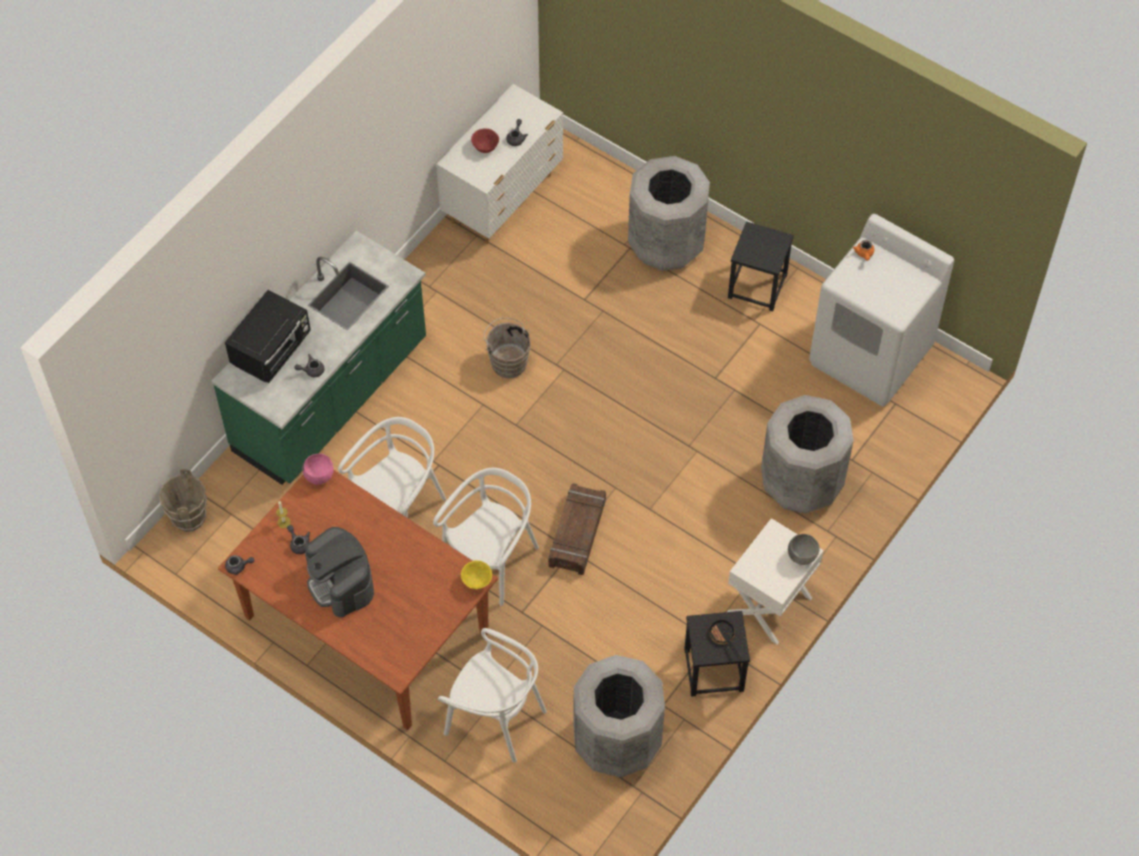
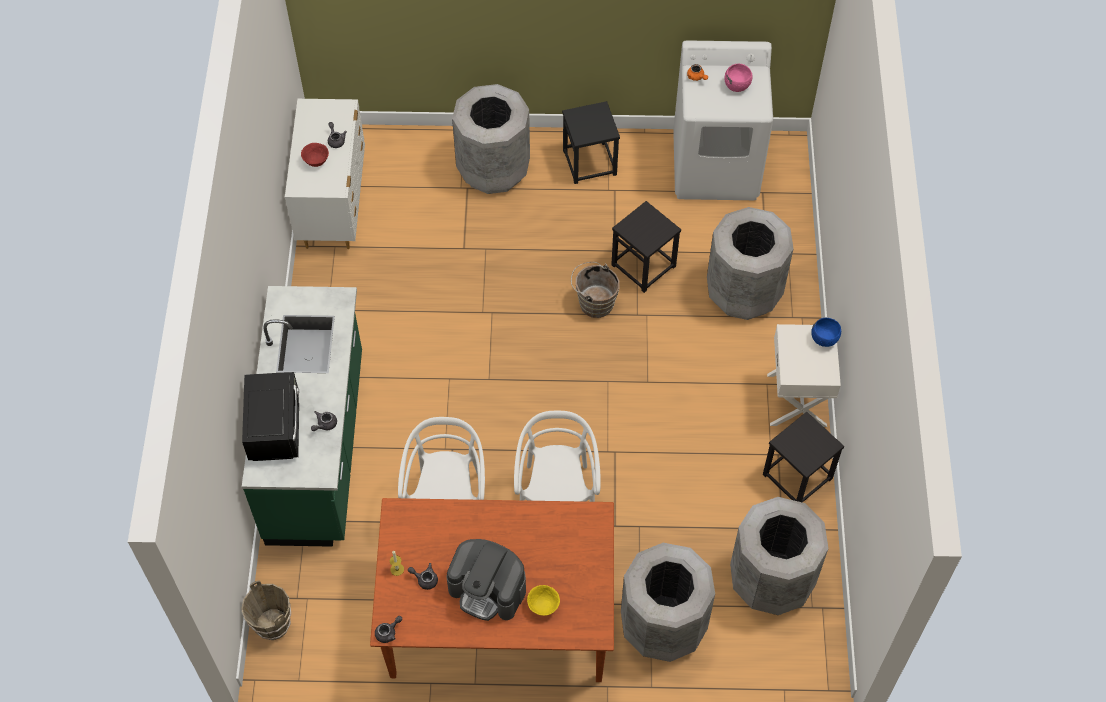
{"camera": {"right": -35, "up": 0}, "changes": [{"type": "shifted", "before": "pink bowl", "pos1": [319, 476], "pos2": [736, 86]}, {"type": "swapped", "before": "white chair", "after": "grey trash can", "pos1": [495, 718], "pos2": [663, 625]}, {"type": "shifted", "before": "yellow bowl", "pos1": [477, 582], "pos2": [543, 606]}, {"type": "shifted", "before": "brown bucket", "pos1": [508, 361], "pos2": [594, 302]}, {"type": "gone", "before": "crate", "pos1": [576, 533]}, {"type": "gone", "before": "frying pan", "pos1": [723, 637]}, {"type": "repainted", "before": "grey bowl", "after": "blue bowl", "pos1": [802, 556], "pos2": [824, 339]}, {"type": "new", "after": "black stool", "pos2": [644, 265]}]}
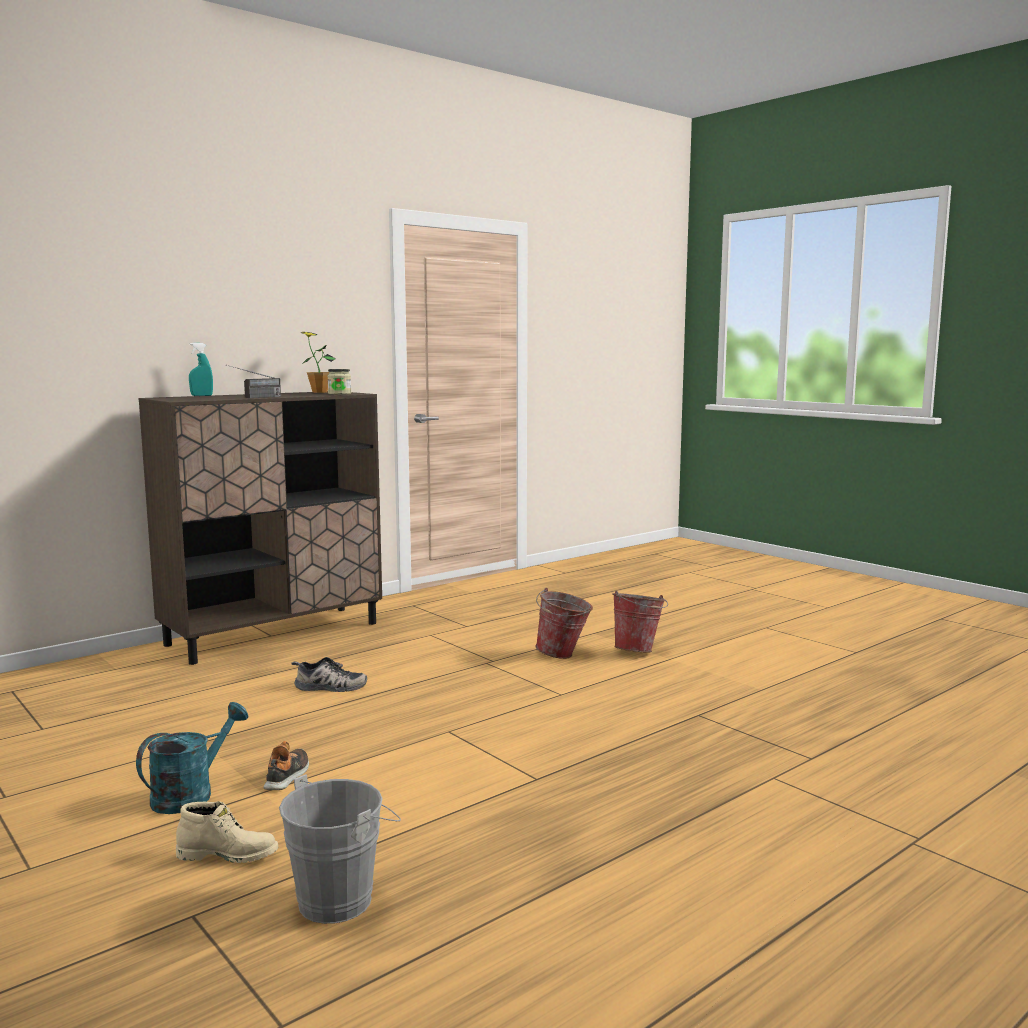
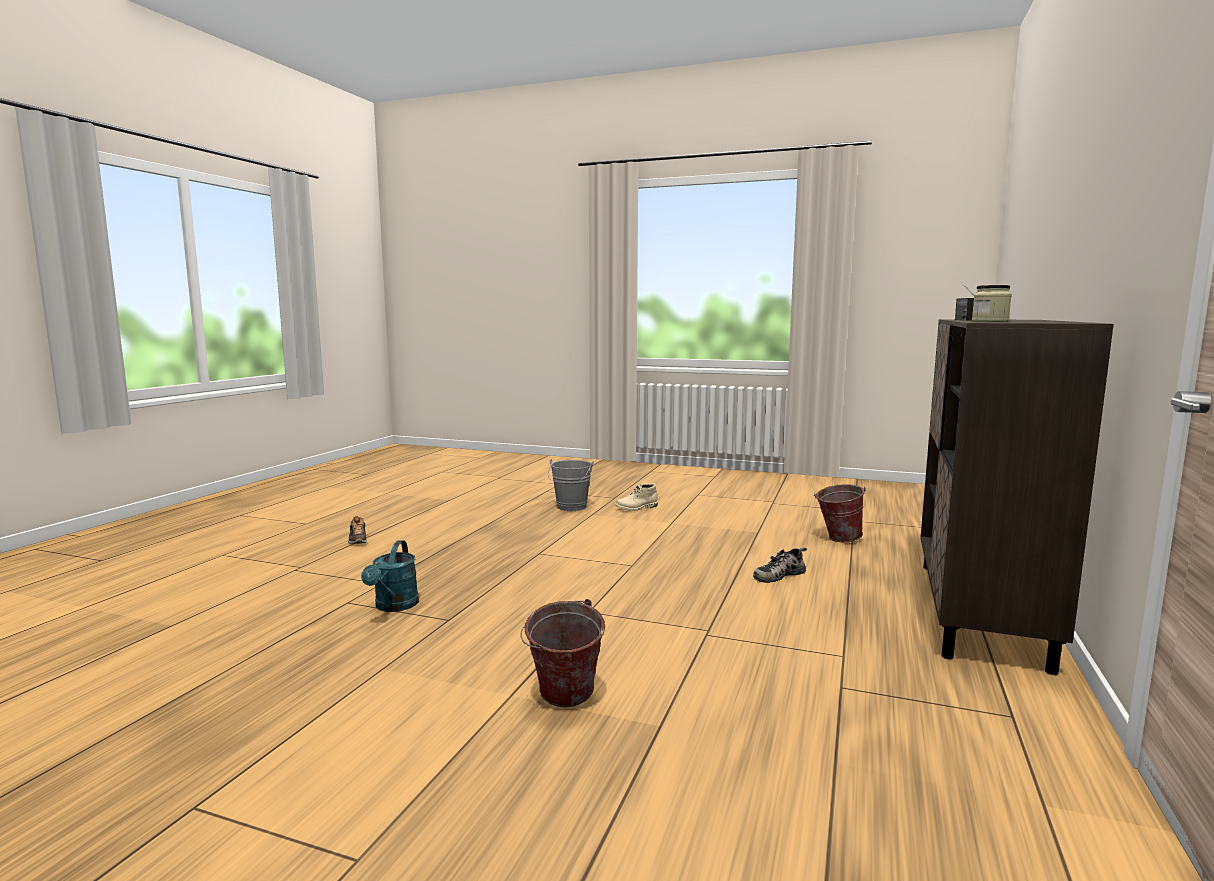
{"camera": {"right": 150, "up": 0}, "changes": [{"type": "shifted", "before": "turquoise watering can", "pos1": [191, 794], "pos2": [394, 606]}, {"type": "gone", "before": "turquoise spray bottle", "pos1": [201, 396]}, {"type": "shifted", "before": "shoe", "pos1": [288, 776], "pos2": [357, 539]}, {"type": "gone", "before": "potted plant", "pos1": [319, 392]}, {"type": "shifted", "before": "bucket", "pos1": [563, 655], "pos2": [837, 539]}]}
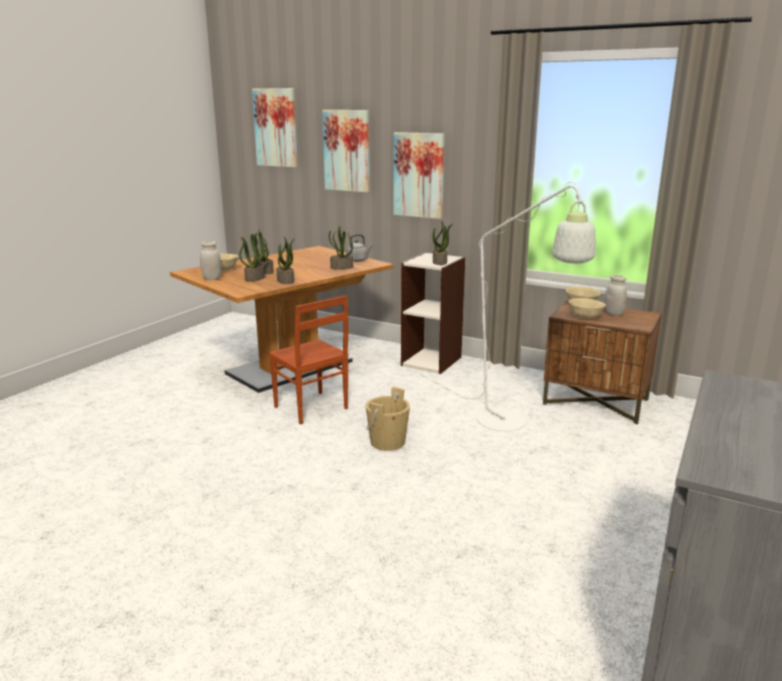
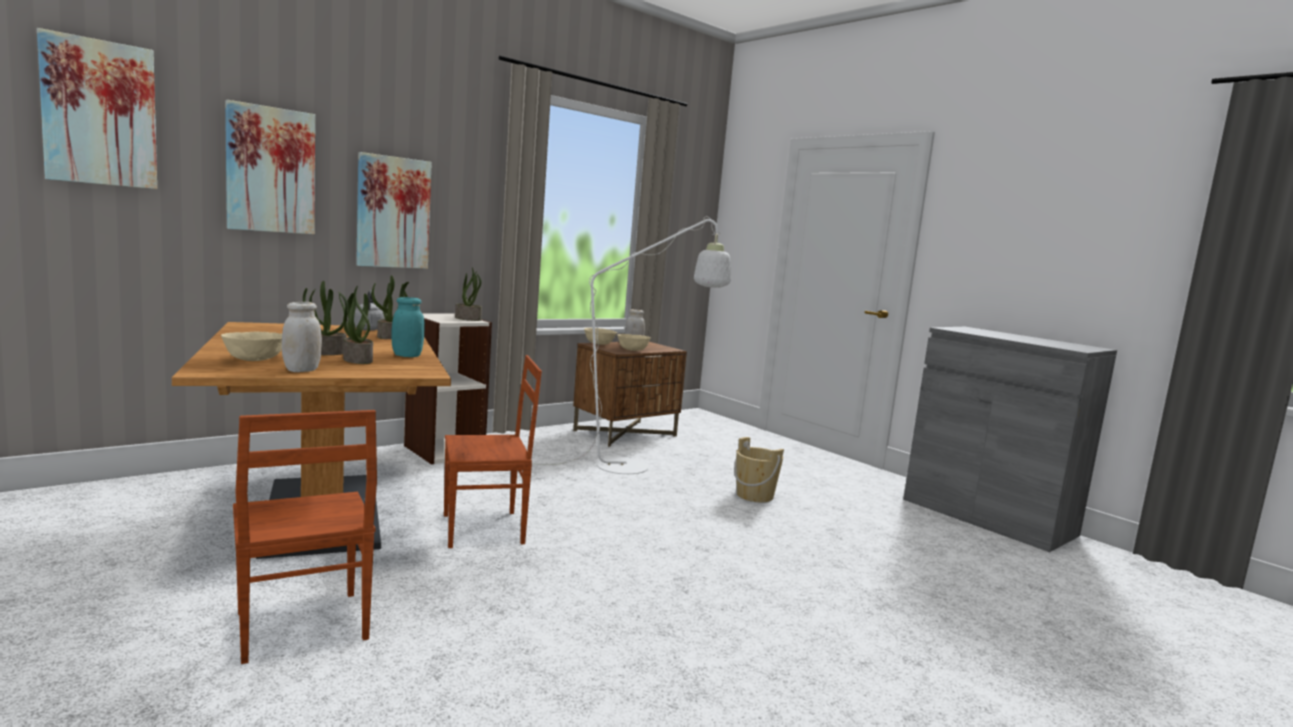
{"camera": {"right": -70, "up": -10}, "changes": [{"type": "swapped", "before": "potted plant", "after": "turquoise jar", "pos1": [286, 281], "pos2": [407, 356]}, {"type": "shifted", "before": "beige bucket", "pos1": [387, 442], "pos2": [754, 495]}, {"type": "new", "after": "brown chair", "pos2": [300, 627]}]}
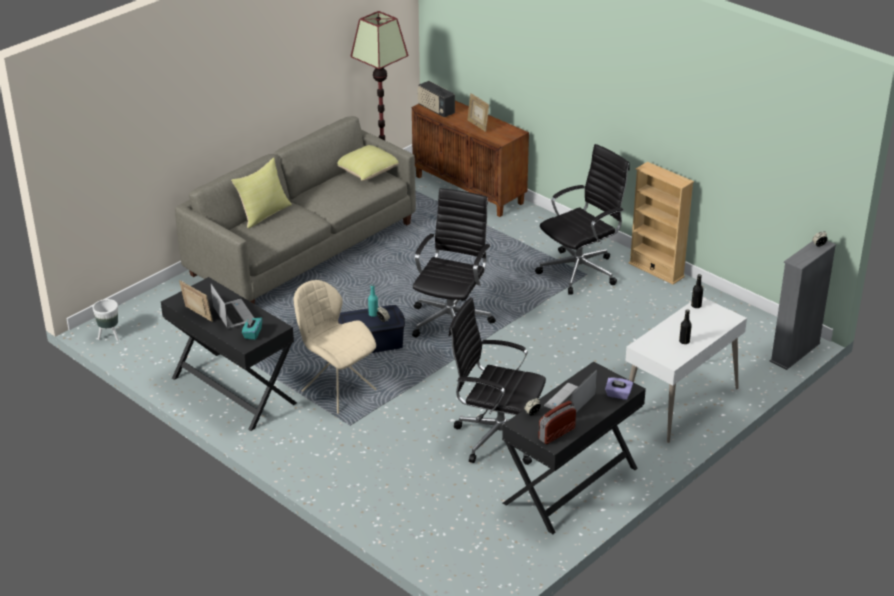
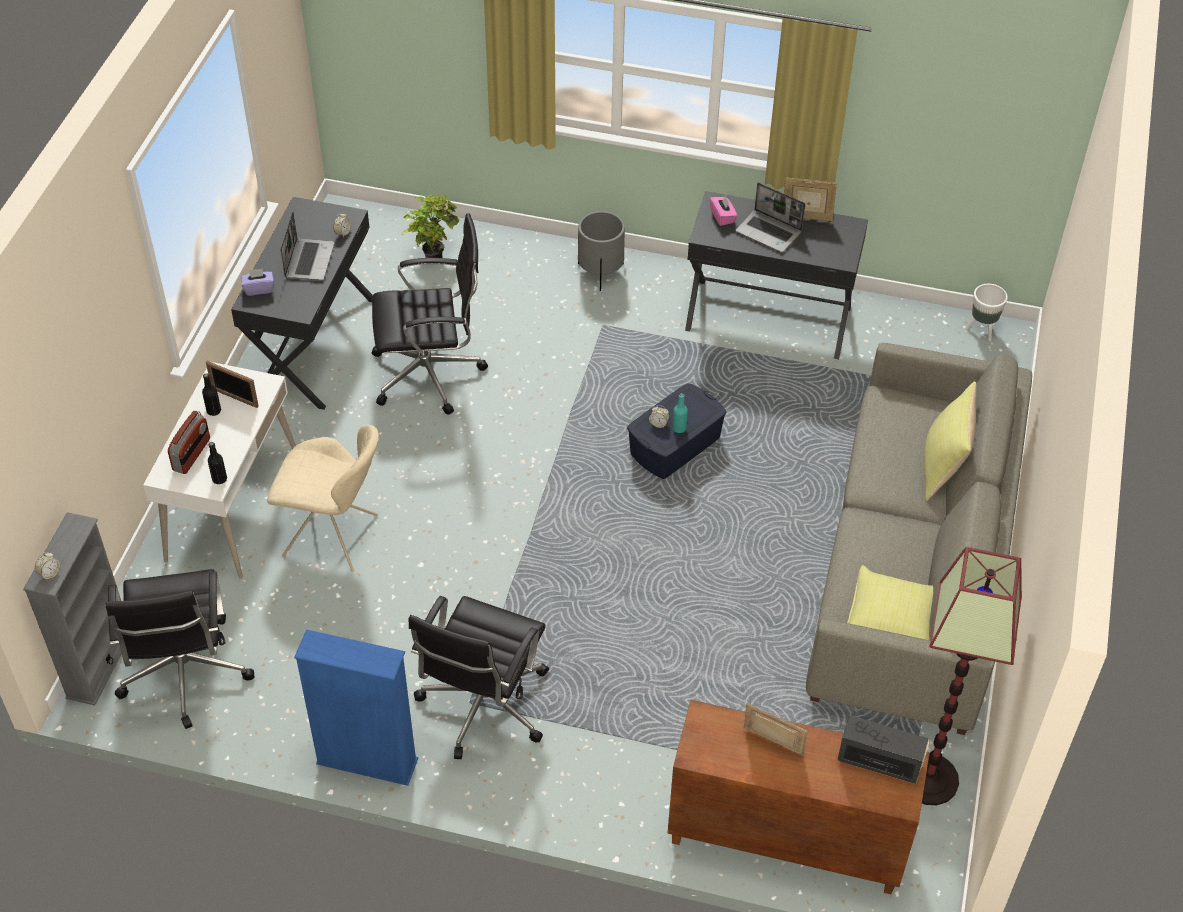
{"camera": {"right": 150, "up": 15}, "changes": [{"type": "repainted", "before": "turquoise tissue box", "after": "pink tissue box", "pos1": [252, 334], "pos2": [722, 217]}, {"type": "shifted", "before": "beige chair", "pos1": [337, 389], "pos2": [334, 536]}, {"type": "shifted", "before": "black office chair", "pos1": [451, 320], "pos2": [184, 674]}, {"type": "shifted", "before": "radio", "pos1": [556, 434], "pos2": [192, 455]}, {"type": "repainted", "before": "beige bookcase", "after": "blue bookcase", "pos1": [656, 270], "pos2": [367, 762]}, {"type": "new", "after": "picture frame", "pos2": [234, 398]}, {"type": "new", "after": "potted plant", "pos2": [433, 255]}, {"type": "new", "after": "grey planter", "pos2": [600, 272]}]}
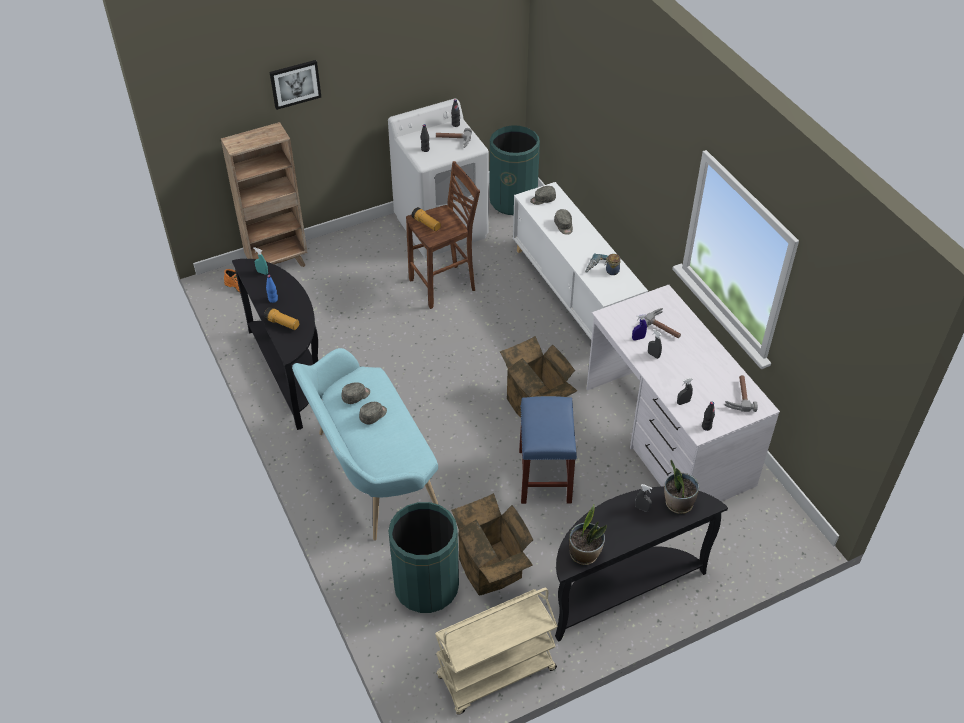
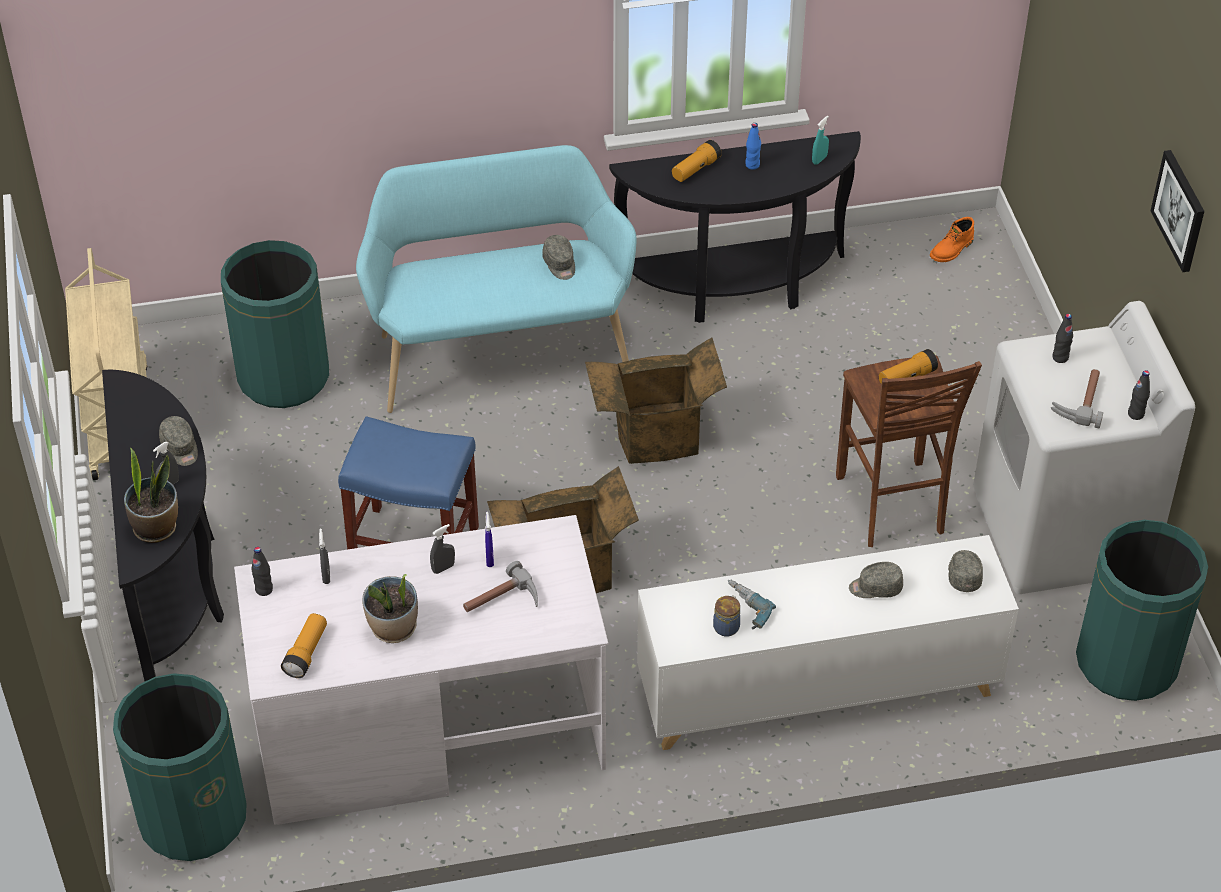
{"camera": {"right": 105, "up": 0}, "changes": [{"type": "gone", "before": "brown bookcase", "pos1": [278, 264]}, {"type": "shifted", "before": "picture", "pos1": [295, 83], "pos2": [1180, 210]}, {"type": "shifted", "before": "grey cap", "pos1": [373, 415], "pos2": [180, 448]}, {"type": "shifted", "before": "cardboard box", "pos1": [493, 568], "pos2": [656, 437]}, {"type": "shifted", "before": "potted plant", "pos1": [584, 554], "pos2": [393, 628]}, {"type": "swapped", "before": "hammer", "after": "flashlight", "pos1": [738, 396], "pos2": [306, 652]}, {"type": "new", "after": "green trash can", "pos2": [193, 817]}]}
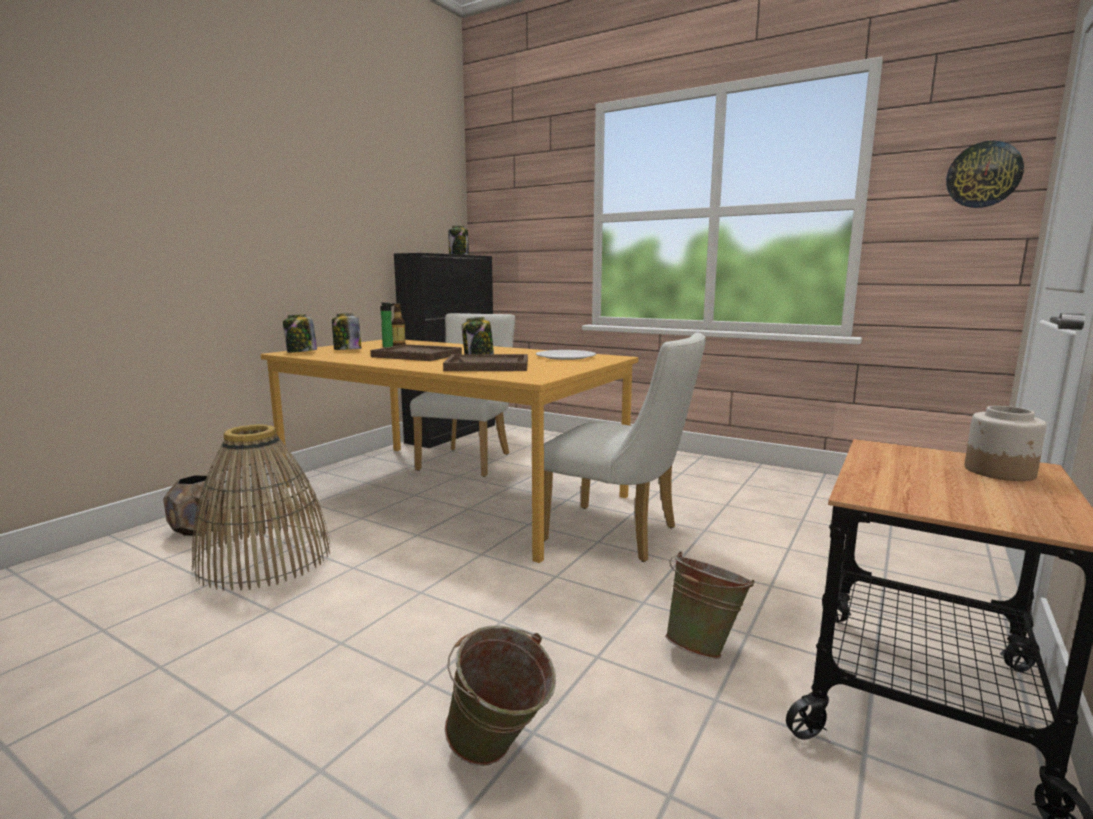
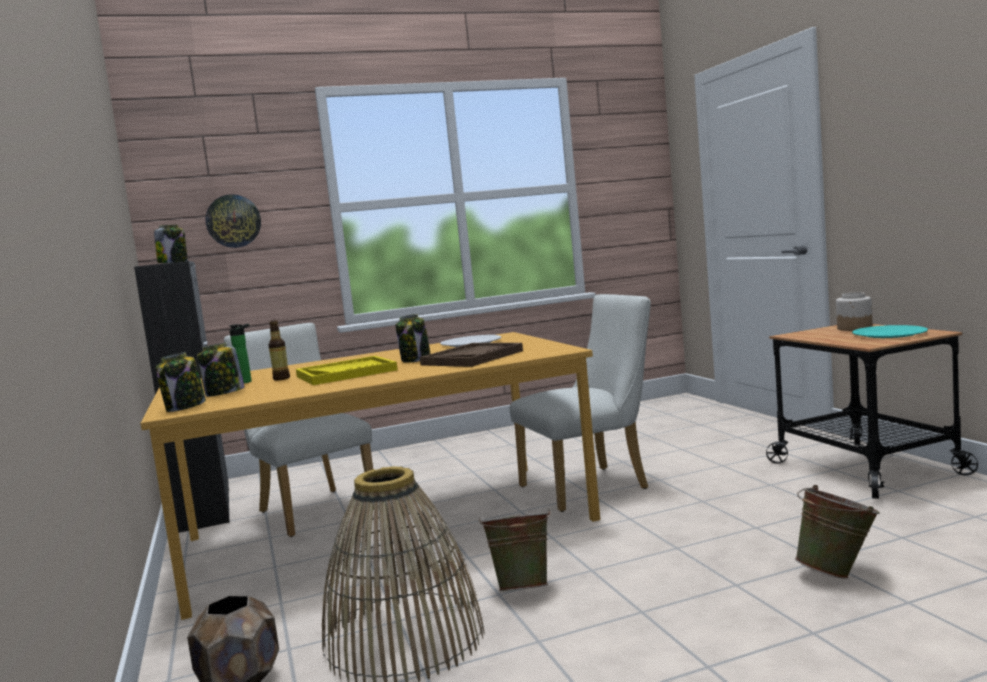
{"camera": {"right": -50, "up": -5}, "changes": [{"type": "repainted", "before": "brown tray", "after": "yellow tray", "pos1": [417, 355], "pos2": [346, 373]}, {"type": "shifted", "before": "green bucket", "pos1": [704, 646], "pos2": [523, 588]}, {"type": "shifted", "before": "wall clock", "pos1": [983, 175], "pos2": [233, 221]}, {"type": "new", "after": "turquoise plate", "pos2": [889, 334]}]}
